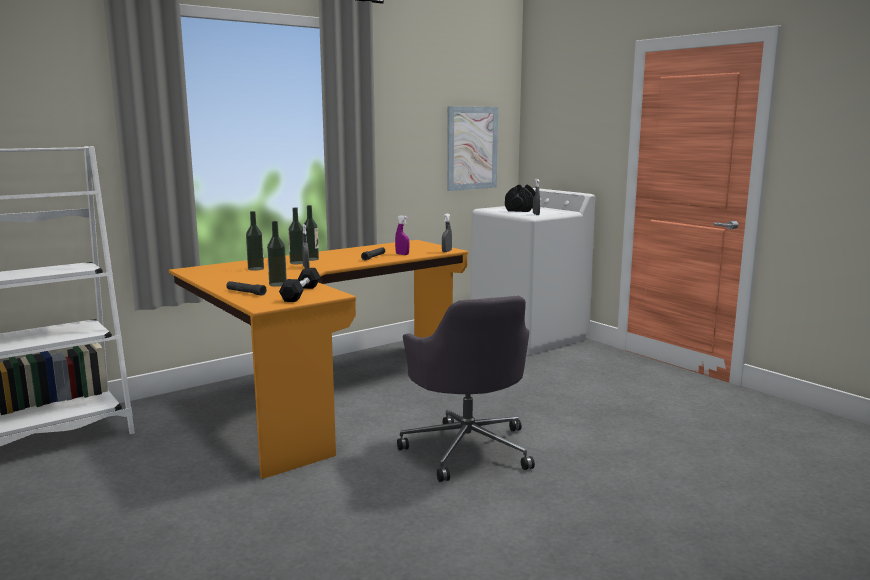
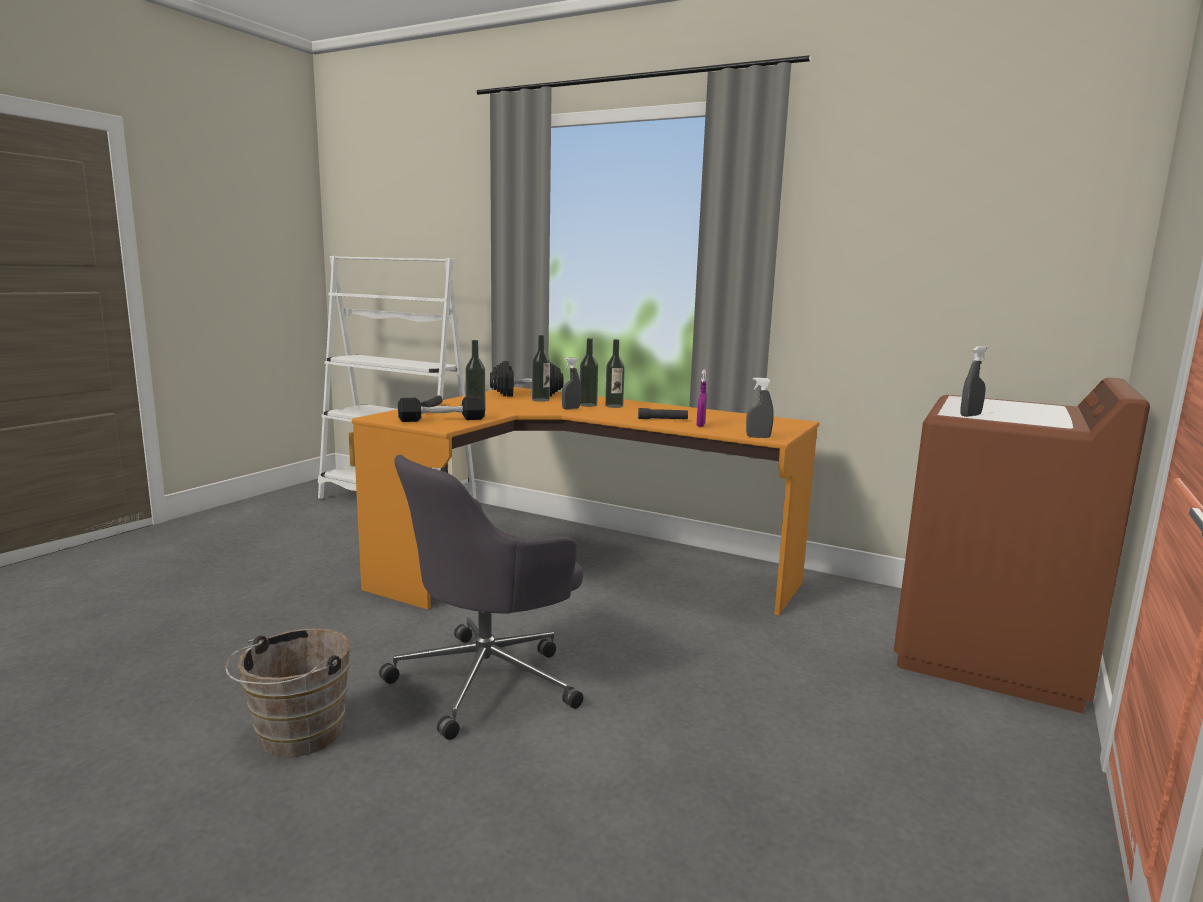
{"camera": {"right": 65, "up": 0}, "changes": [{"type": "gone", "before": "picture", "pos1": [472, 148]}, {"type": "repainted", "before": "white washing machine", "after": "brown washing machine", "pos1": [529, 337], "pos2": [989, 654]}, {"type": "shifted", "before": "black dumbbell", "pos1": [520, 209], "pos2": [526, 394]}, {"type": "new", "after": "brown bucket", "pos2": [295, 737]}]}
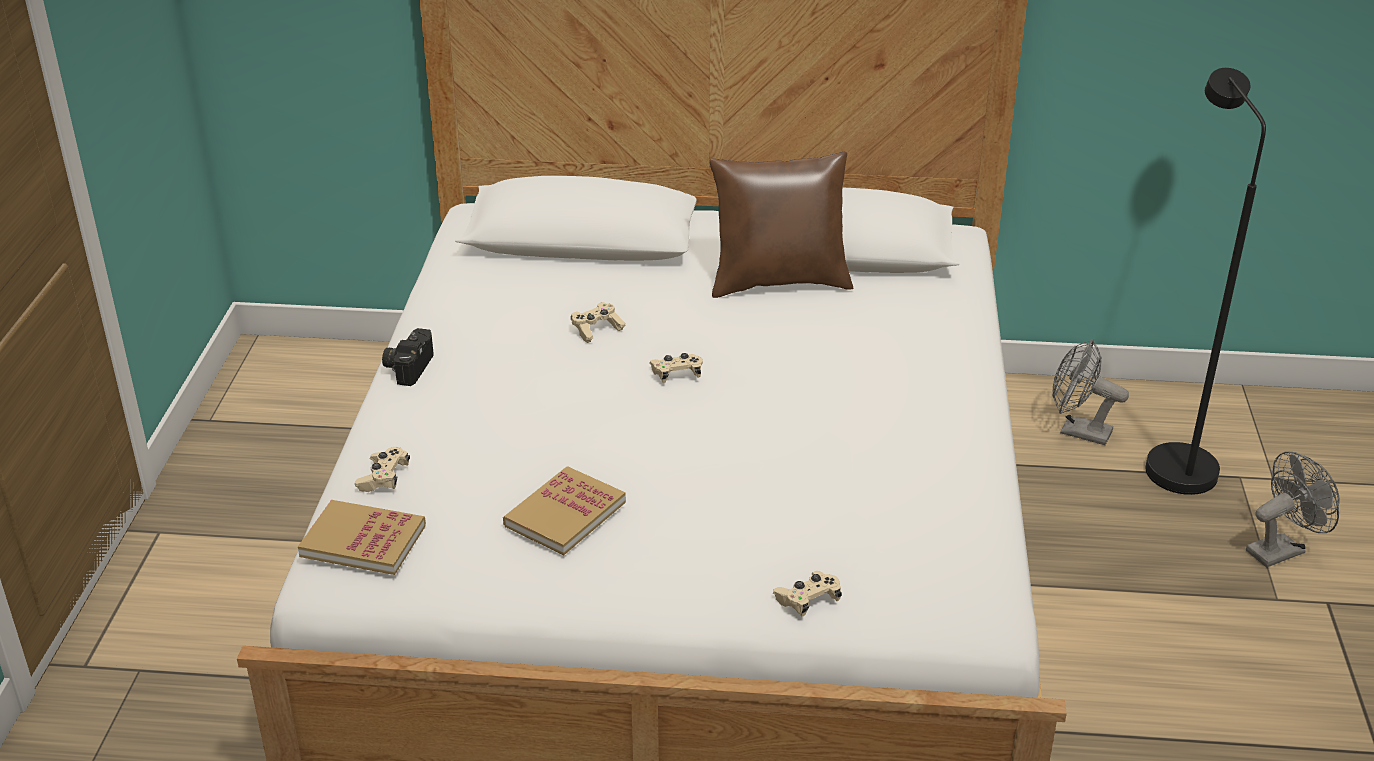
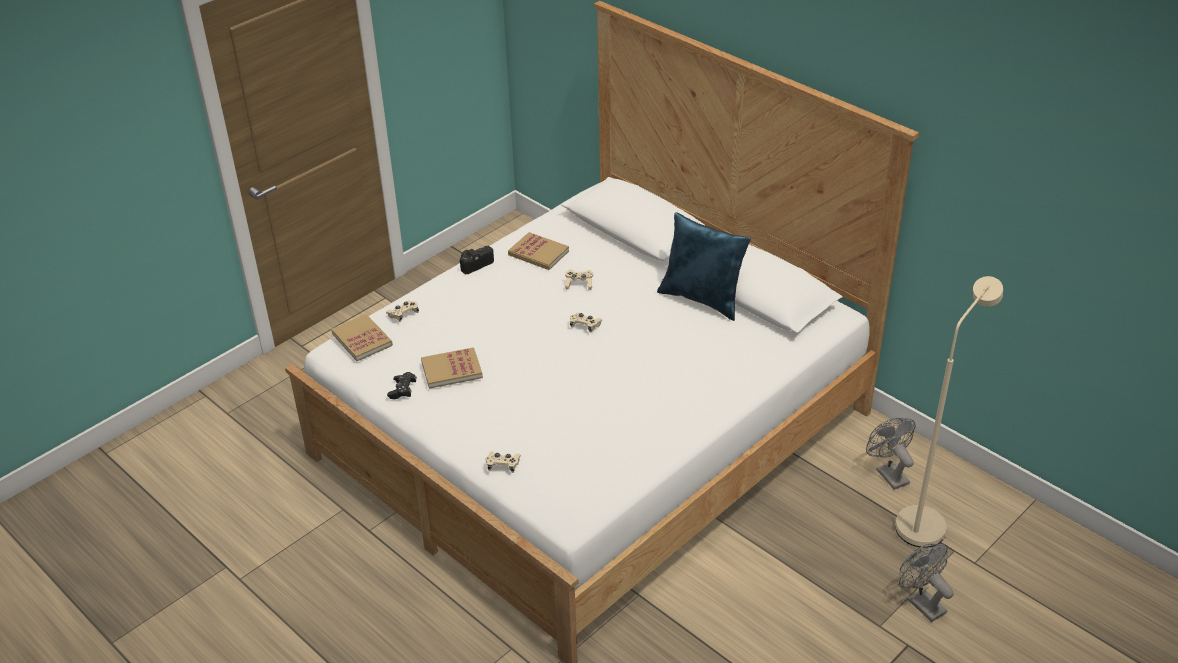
{"camera": {"right": 40, "up": 5}, "changes": [{"type": "repainted", "before": "brown pillow", "after": "blue pillow", "pos1": [779, 282], "pos2": [702, 299]}, {"type": "repainted", "before": "black floor lamp", "after": "beige floor lamp", "pos1": [1175, 460], "pos2": [926, 520]}, {"type": "rotated", "before": "grey fan", "pos1": [1281, 549], "pos2": [921, 602], "turn": -135}, {"type": "new", "after": "black game controller", "pos2": [402, 390]}, {"type": "new", "after": "book", "pos2": [538, 253]}]}
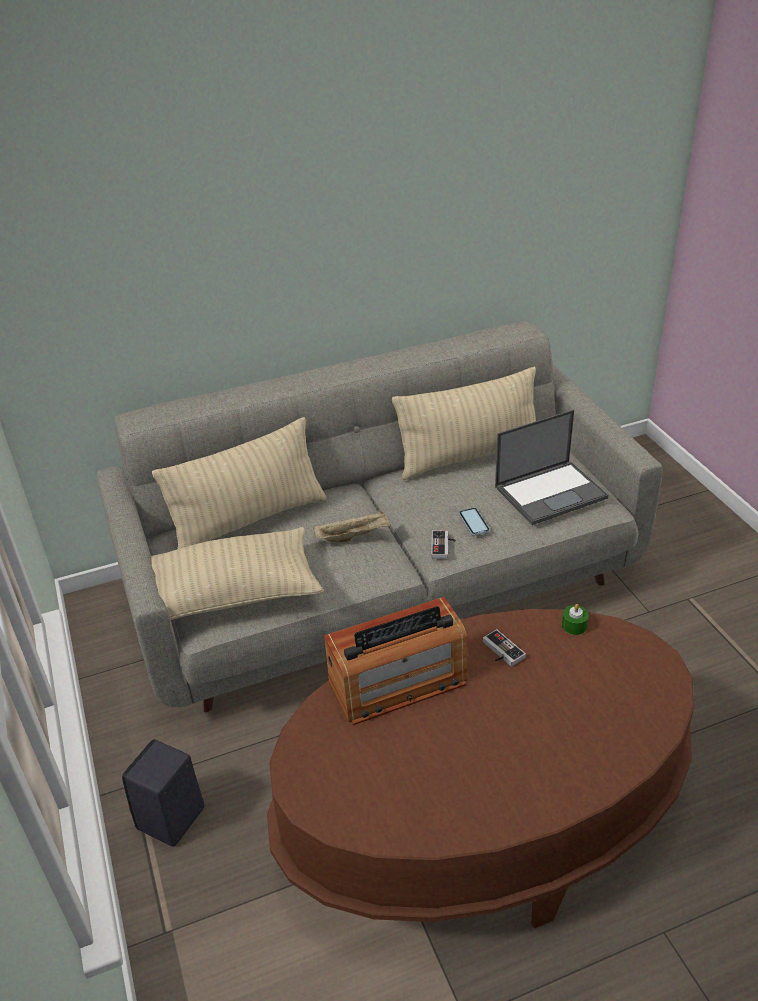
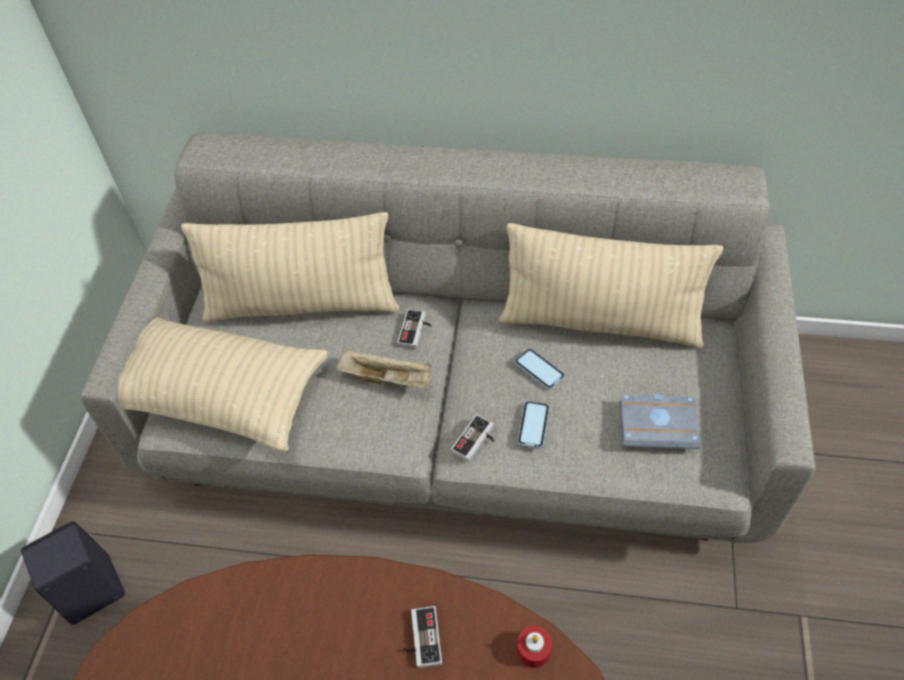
{"camera": {"right": 30, "up": 15}, "changes": [{"type": "gone", "before": "radio", "pos1": [398, 683]}, {"type": "swapped", "before": "laptop", "after": "grey book", "pos1": [551, 492], "pos2": [659, 424]}, {"type": "repainted", "before": "green candle", "after": "red candle", "pos1": [574, 625], "pos2": [533, 650]}, {"type": "new", "after": "game controller", "pos2": [416, 331]}, {"type": "new", "after": "phone", "pos2": [539, 370]}]}
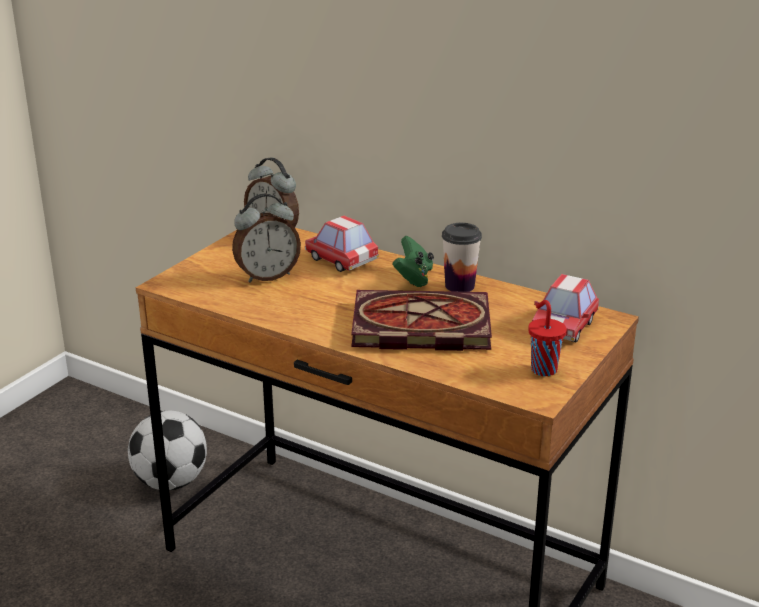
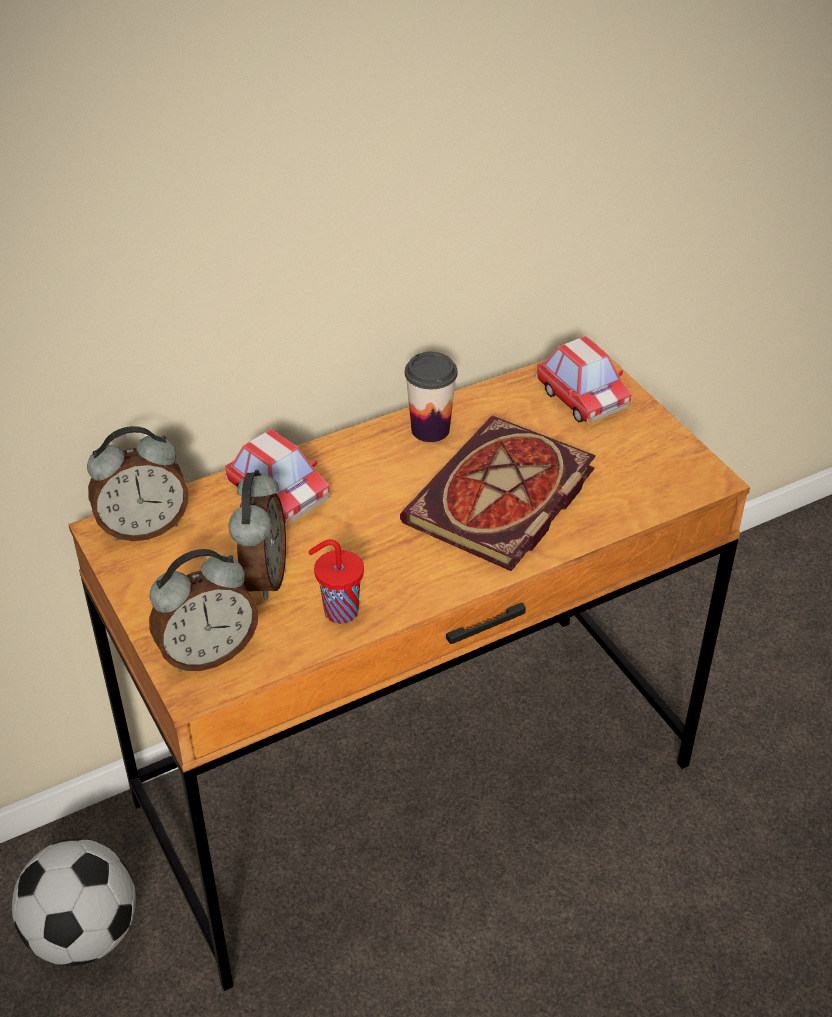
{"camera": {"right": -60, "up": 15}, "changes": [{"type": "rotated", "before": "toy car", "pos1": [341, 260], "pos2": [278, 495], "turn": -120}, {"type": "gone", "before": "green game controller", "pos1": [413, 278]}, {"type": "shifted", "before": "red cup", "pos1": [543, 369], "pos2": [338, 612]}, {"type": "new", "after": "alarm clock", "pos2": [208, 653]}]}
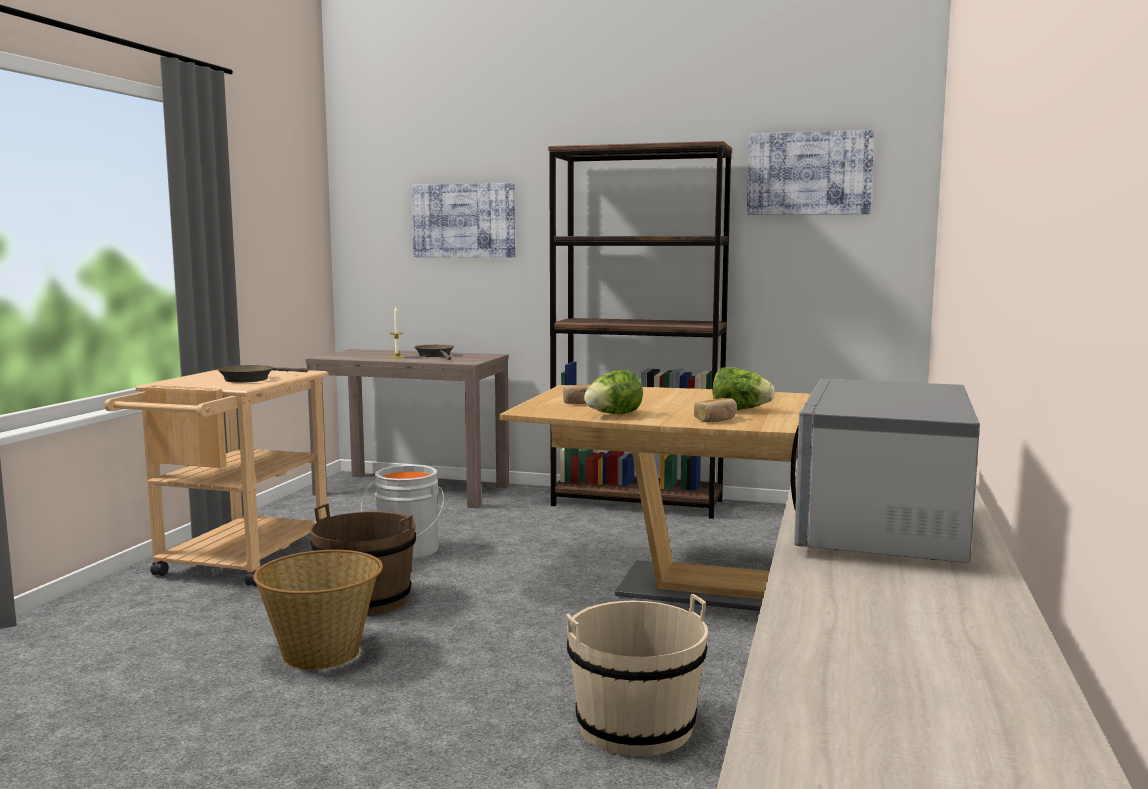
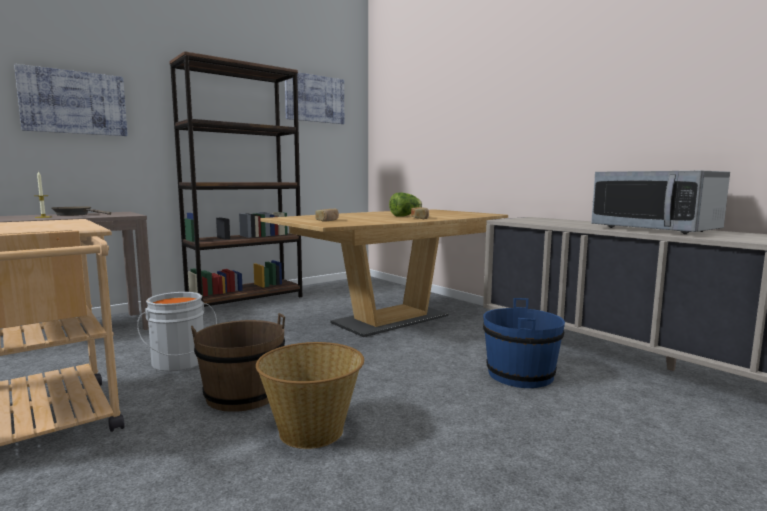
{"camera": {"right": -55, "up": 0}, "changes": [{"type": "gone", "before": "brown frying pan", "pos1": [251, 379]}, {"type": "repainted", "before": "beige bucket", "after": "blue bucket", "pos1": [635, 726], "pos2": [520, 374]}, {"type": "gone", "before": "lettuce", "pos1": [613, 415]}]}
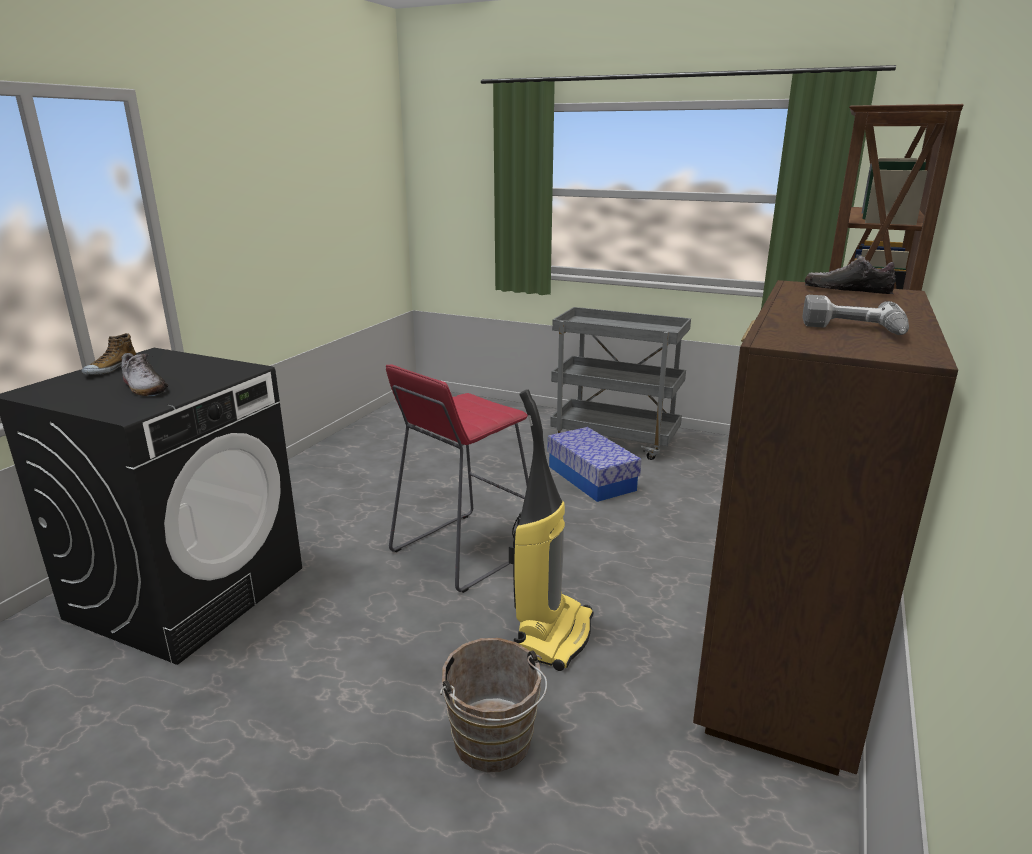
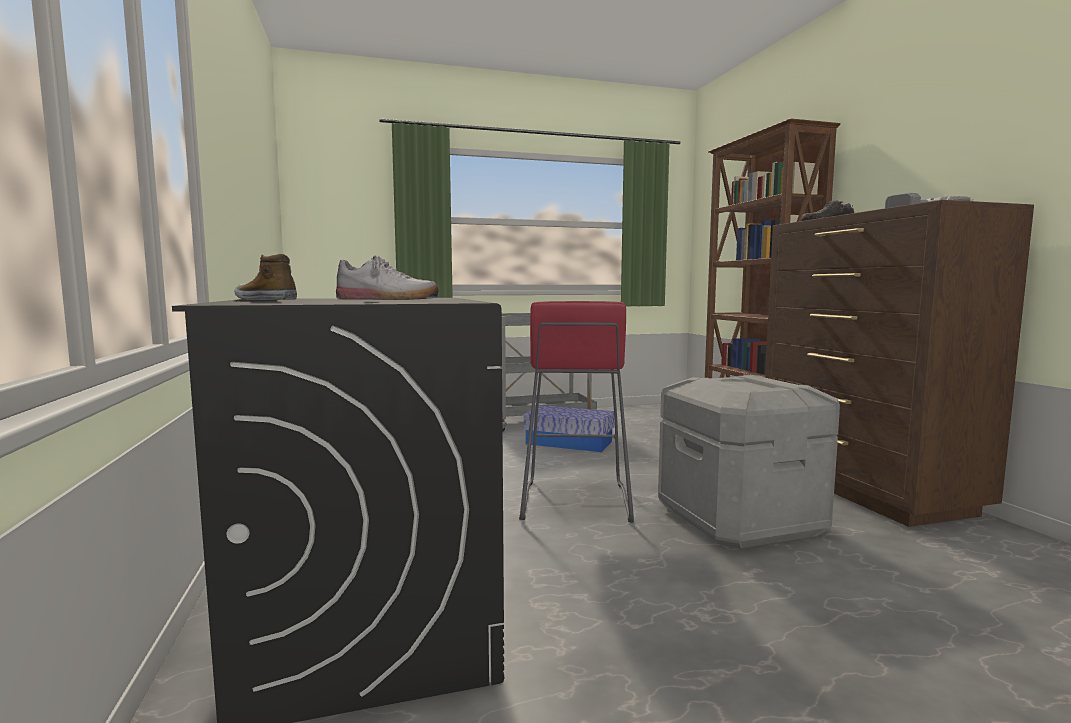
{"camera": {"right": -40, "up": -15}, "changes": [{"type": "rotated", "before": "shoe", "pos1": [111, 369], "pos2": [266, 300], "turn": 150}, {"type": "gone", "before": "brown bucket", "pos1": [494, 746]}, {"type": "swapped", "before": "vacuum cleaner", "after": "grey storage box", "pos1": [552, 634], "pos2": [738, 519]}]}
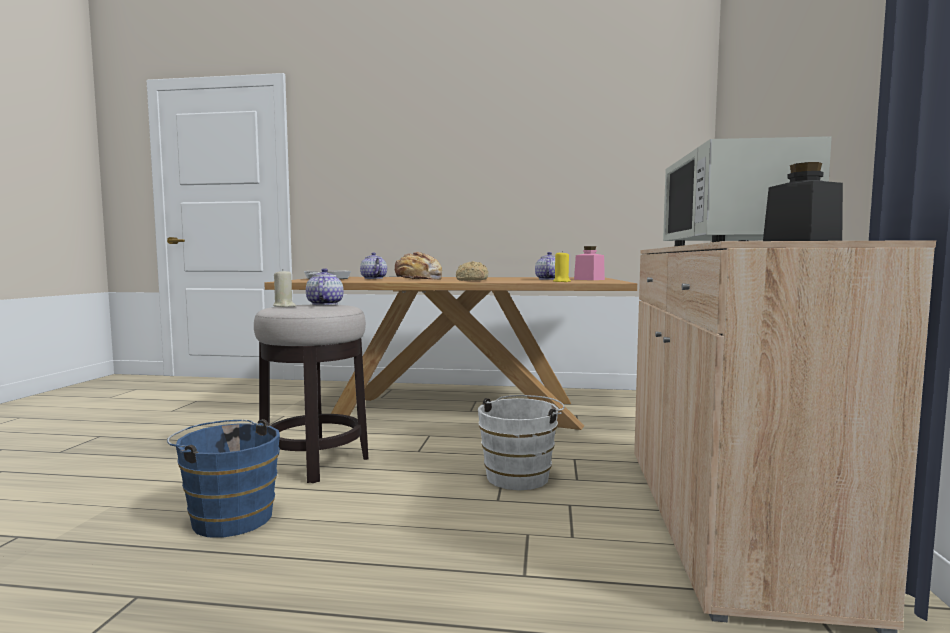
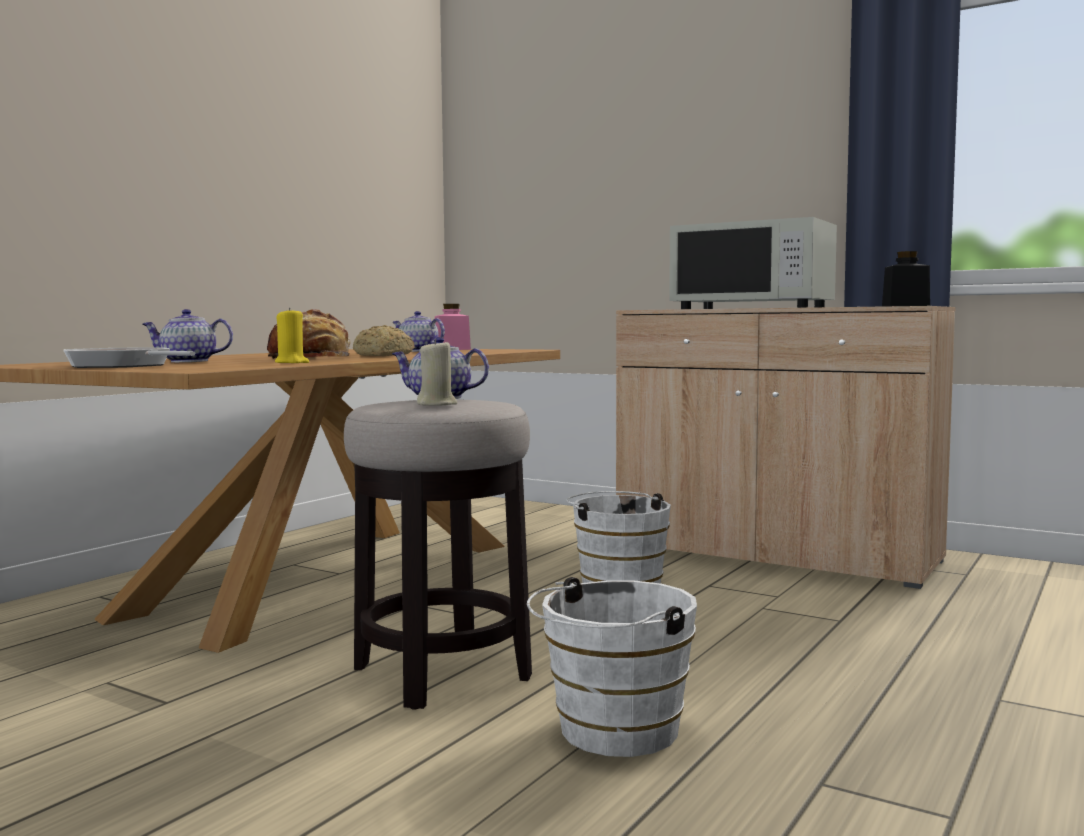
{"camera": {"right": -65, "up": 0}, "changes": [{"type": "repainted", "before": "blue bucket", "after": "white bucket", "pos1": [229, 517], "pos2": [610, 732]}, {"type": "shifted", "before": "yellow candle", "pos1": [562, 281], "pos2": [291, 363]}]}
